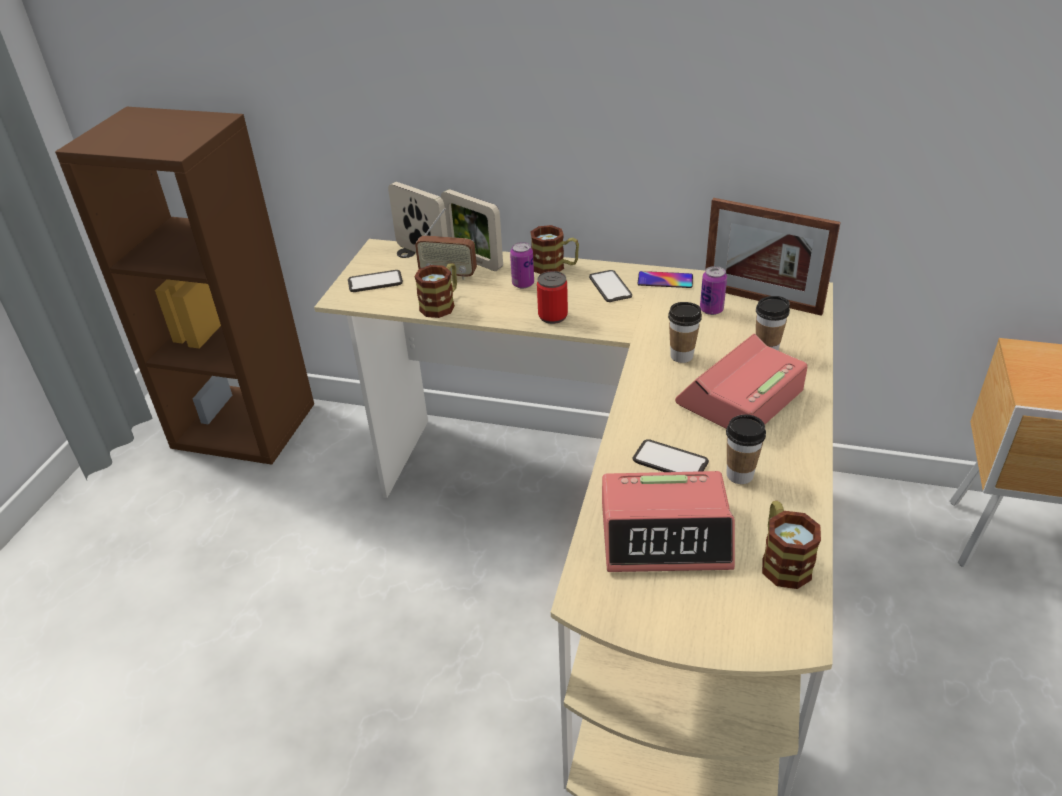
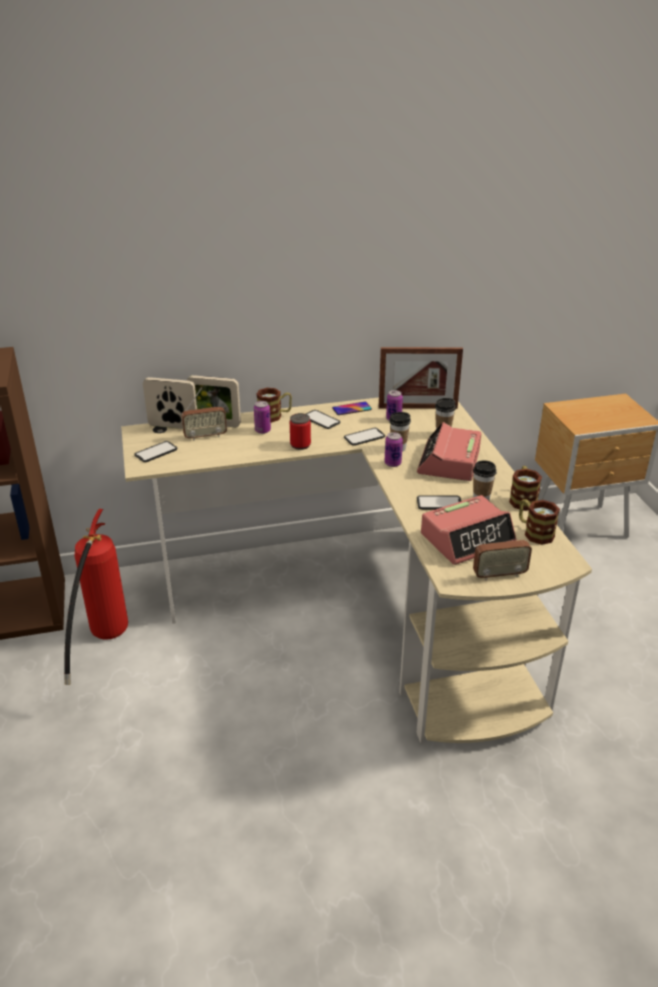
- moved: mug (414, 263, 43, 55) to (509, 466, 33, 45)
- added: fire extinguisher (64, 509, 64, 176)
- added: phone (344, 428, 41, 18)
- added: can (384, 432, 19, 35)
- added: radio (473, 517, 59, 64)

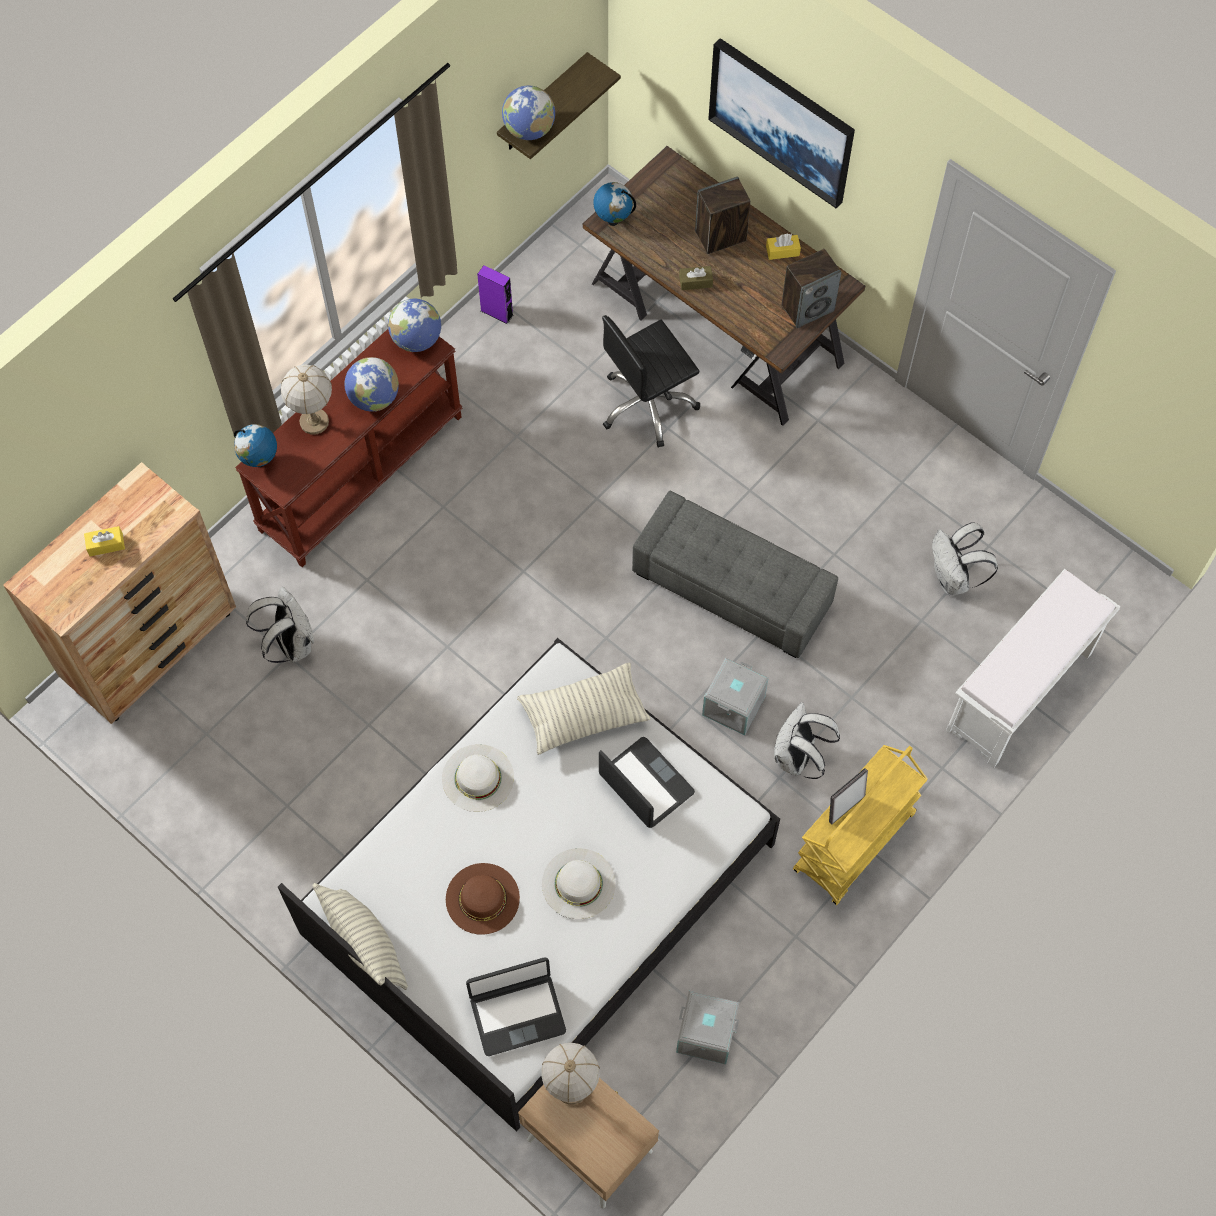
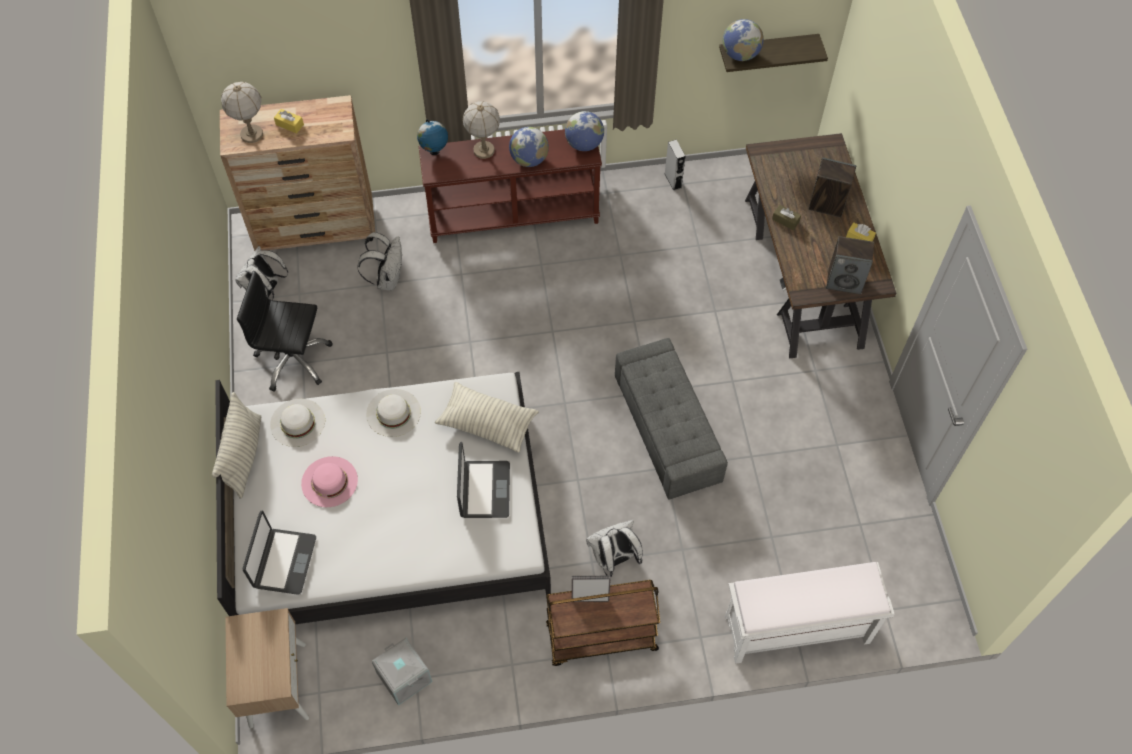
- recoloured: brown hat (446, 863, 74, 72) to pink hat (301, 456, 57, 51)
- turned: laptop (466, 957, 100, 99) = (243, 511, 73, 84) 105 degrees counterclockwise
- recoloured: purple speaker (477, 265, 36, 59) to grey speaker (664, 140, 21, 51)
- moved: table lamp (541, 1043, 59, 62) to (221, 82, 42, 61)
- moved: white hat (542, 848, 74, 71) to (270, 399, 55, 48)
- removed: globe (593, 182, 43, 44)
- moved: black office chair (602, 315, 98, 132) to (237, 271, 96, 121)
- removed: grey storage box (702, 658, 67, 77)
- removed: picture (708, 38, 147, 170)
- recoloured: yellow cart (793, 745, 135, 160) to brown cart (546, 580, 114, 86)
- moved: white backpack (932, 522, 66, 73) to (235, 246, 53, 53)

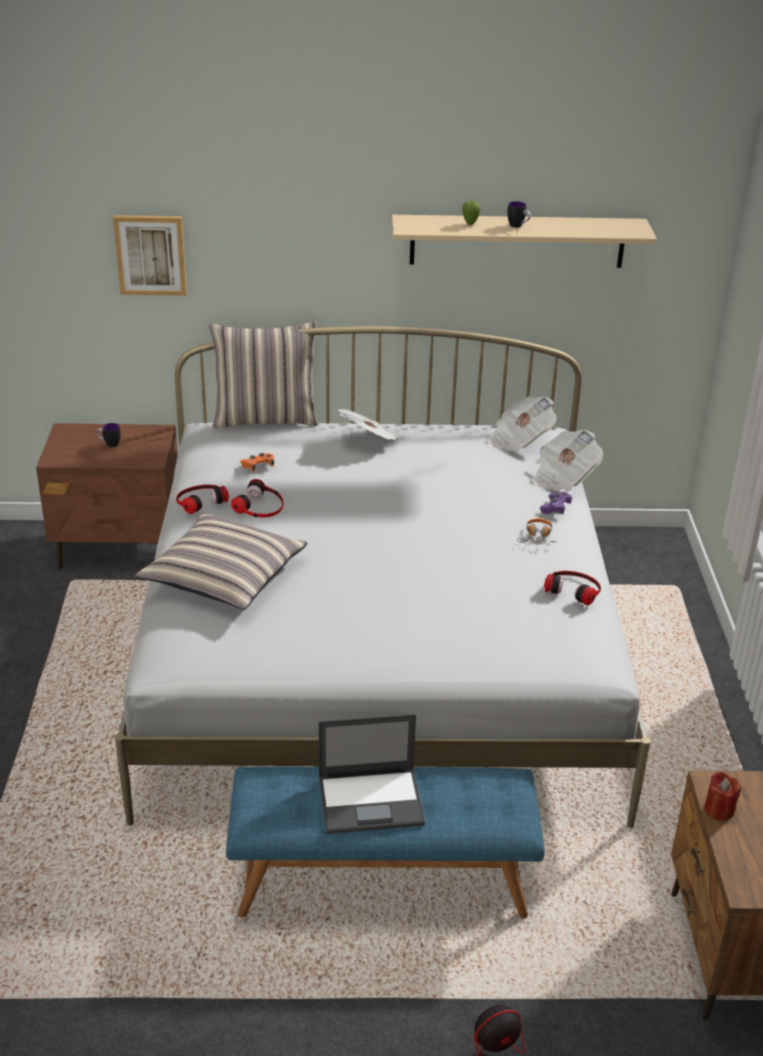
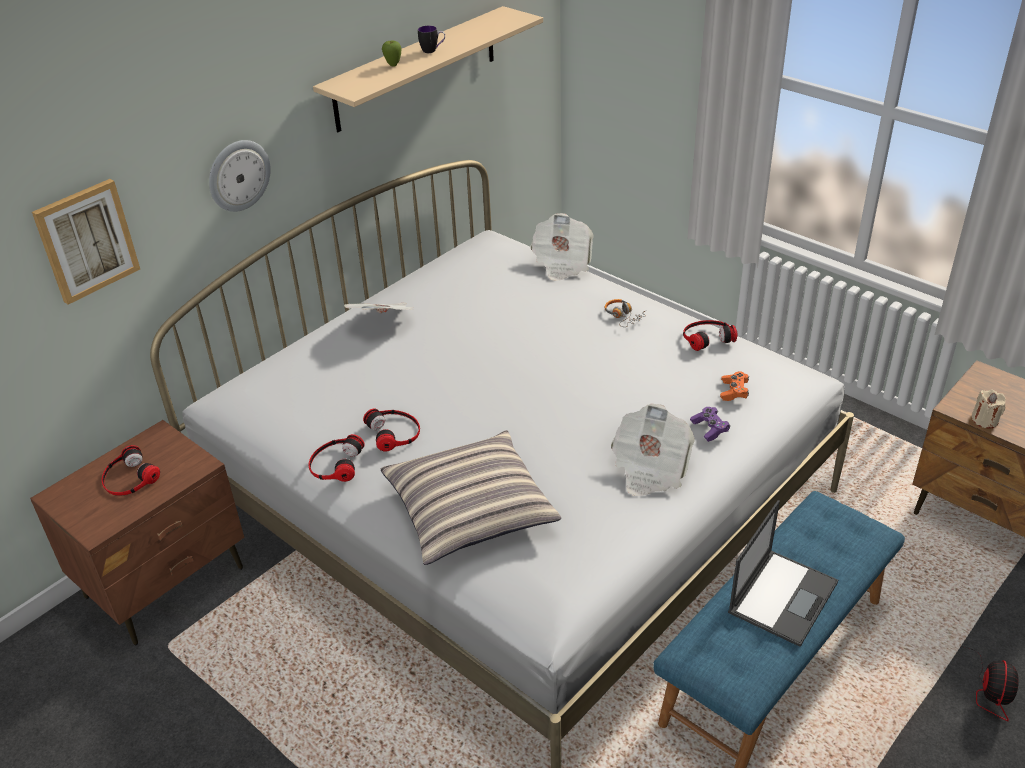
- replaced: mug (96, 423, 25, 24) to headphones (102, 445, 58, 51)
- removed: pillow (209, 321, 109, 107)
- moved: orange game controller (240, 453, 34, 19) to (720, 371, 29, 30)
- moved: newspaper (487, 396, 70, 56) to (611, 404, 84, 92)
- moved: purple game controller (540, 492, 33, 22) to (690, 407, 40, 35)
- recoloured: red candle (704, 771, 37, 50) to beige candle (972, 389, 34, 39)
- added: wall clock (209, 140, 62, 72)

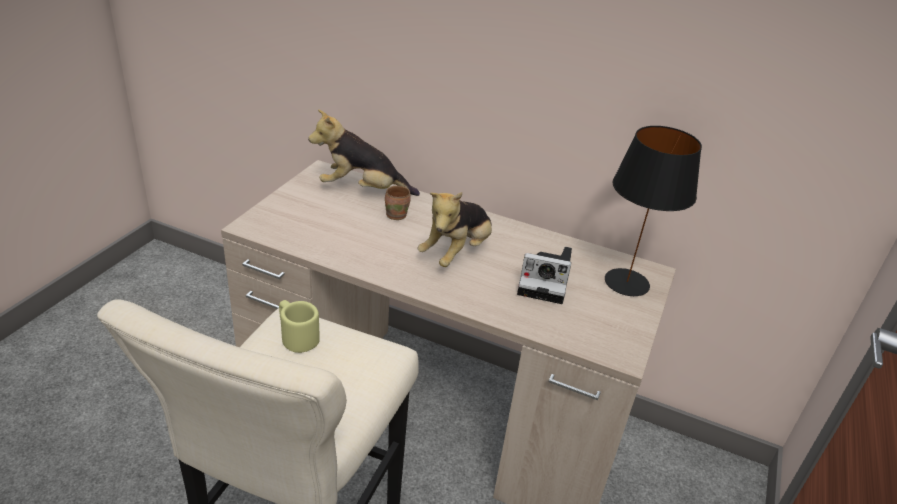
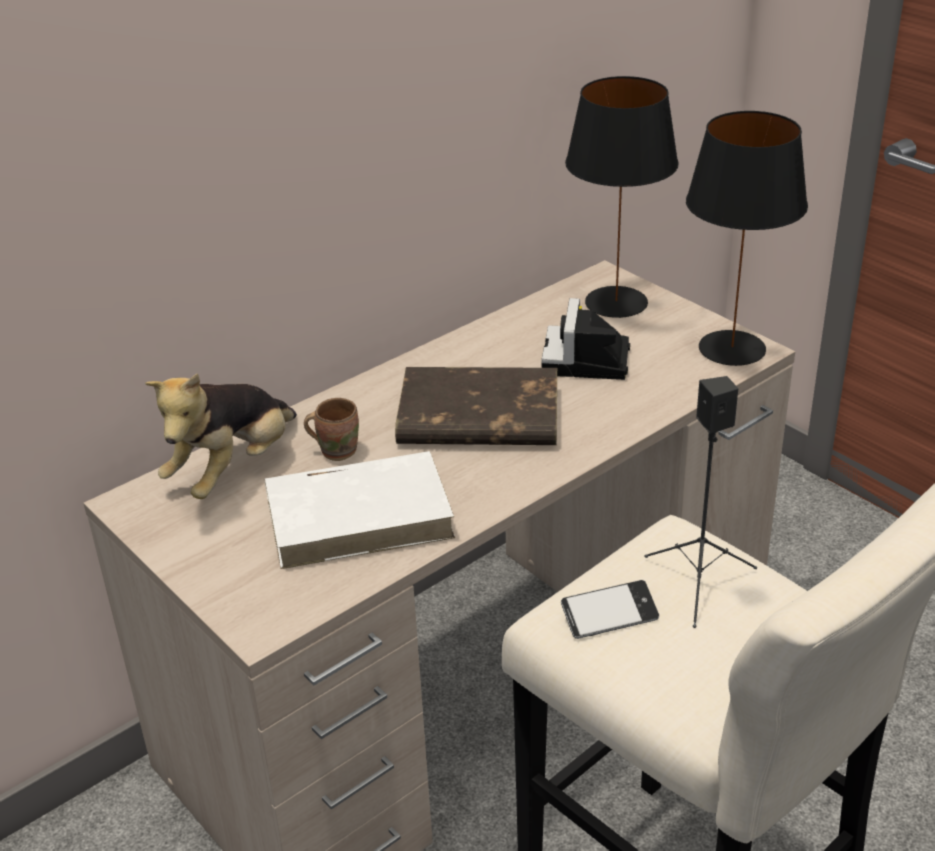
- replaced: beige mug (279, 300, 41, 53) to phone (561, 580, 98, 59)
- replaced: plush toy (418, 192, 74, 75) to brown book (395, 367, 162, 78)
- turned: photo camera (517, 247, 55, 57) = (541, 298, 89, 82) 150 degrees clockwise
- added: white book (264, 451, 191, 118)
- added: black speaker (644, 376, 113, 252)
- added: black table lamp (686, 111, 122, 255)

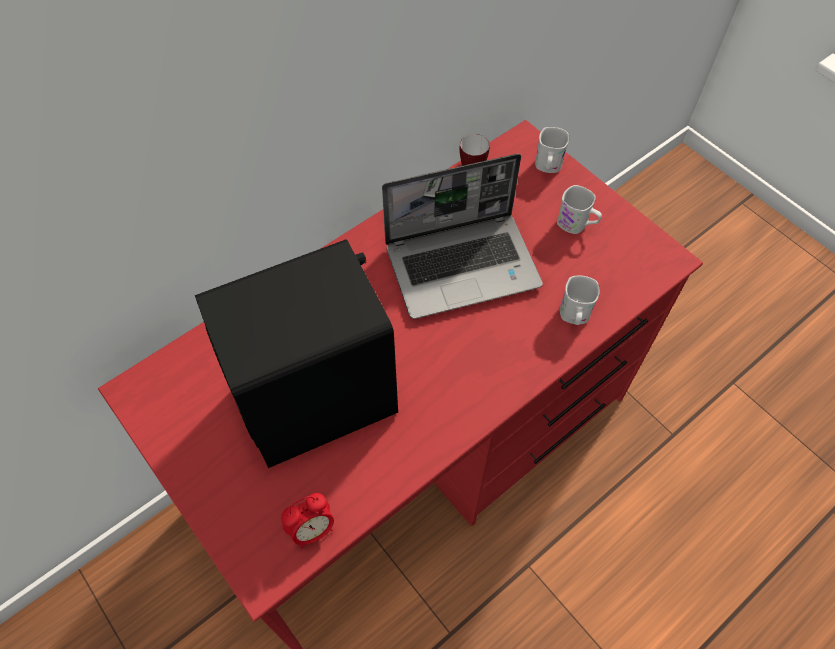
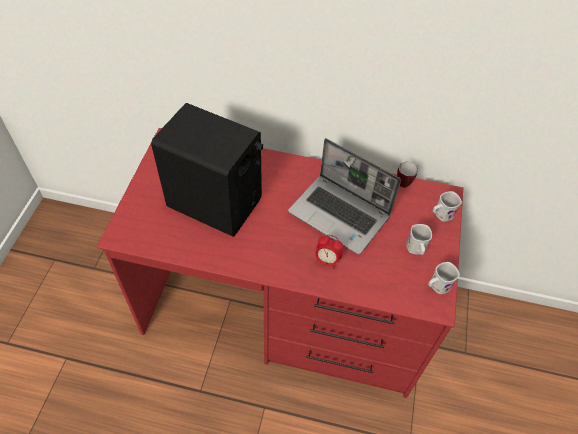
- moved: alarm clock (281, 493, 53, 56) to (316, 235, 27, 34)
- moved: white mug (560, 276, 40, 49) to (428, 262, 32, 32)

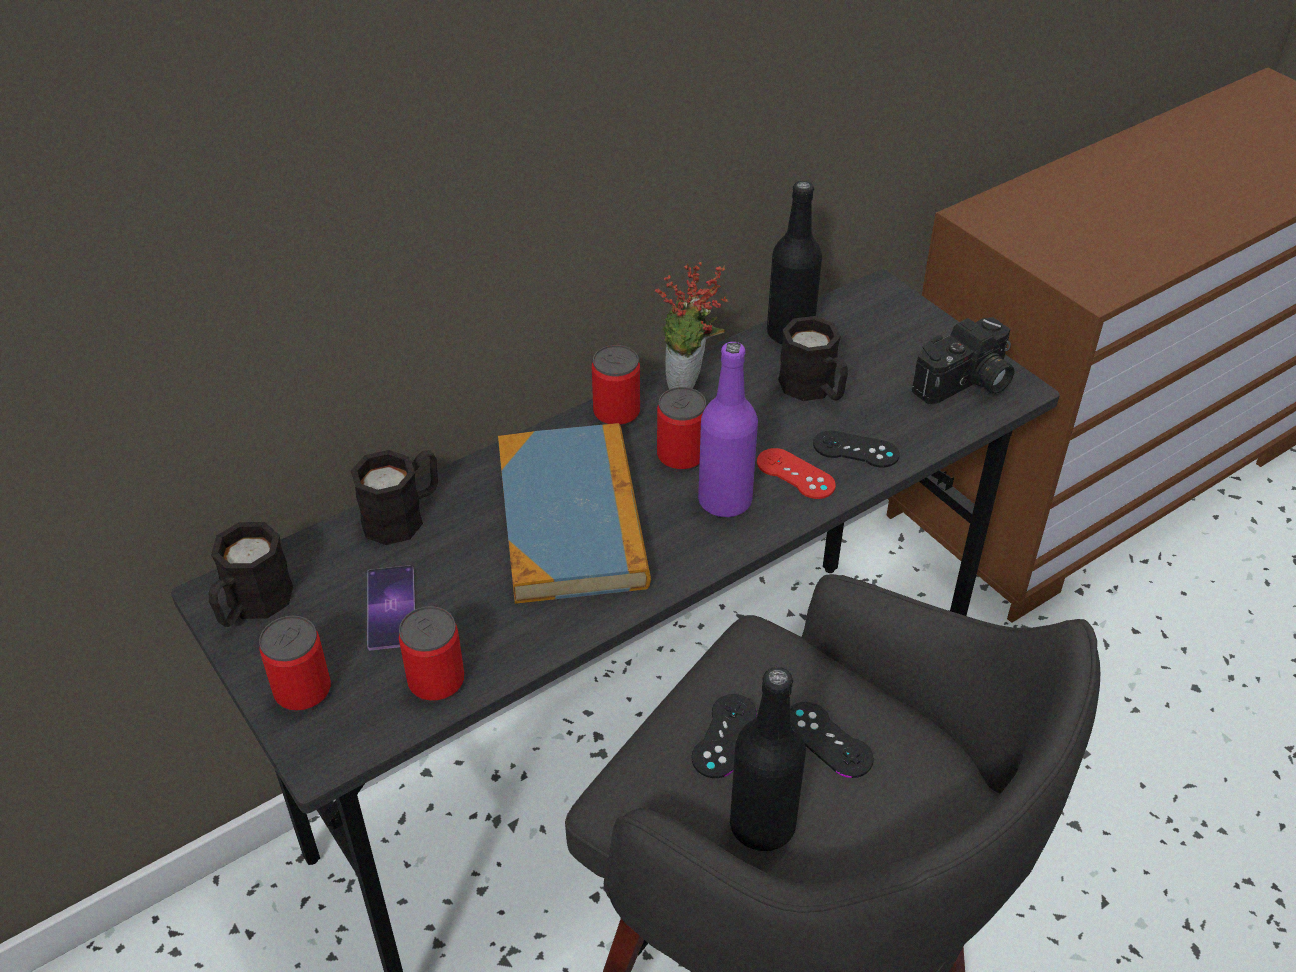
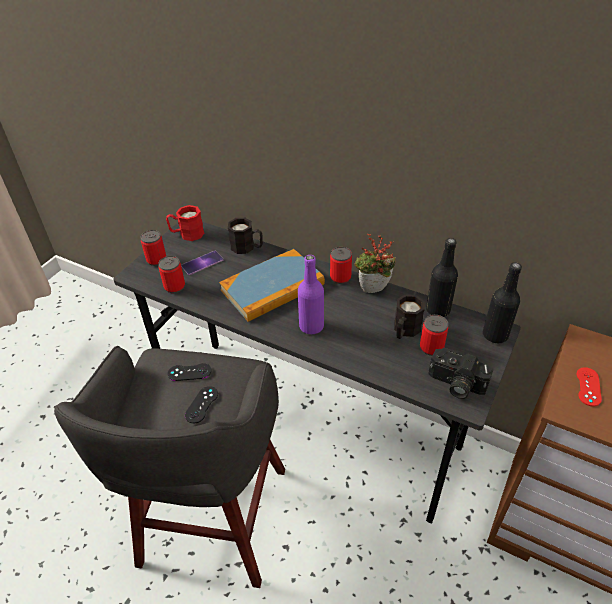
- recoloured: black mug (208, 522, 85, 105) to red mug (166, 205, 38, 36)
- moved: can (657, 387, 49, 85) to (420, 315, 28, 41)
- moved: black bottle (730, 667, 76, 184) to (483, 262, 39, 81)
- moved: red game controller (757, 448, 79, 51) to (577, 367, 25, 40)
- removed: black game controller (813, 430, 87, 38)

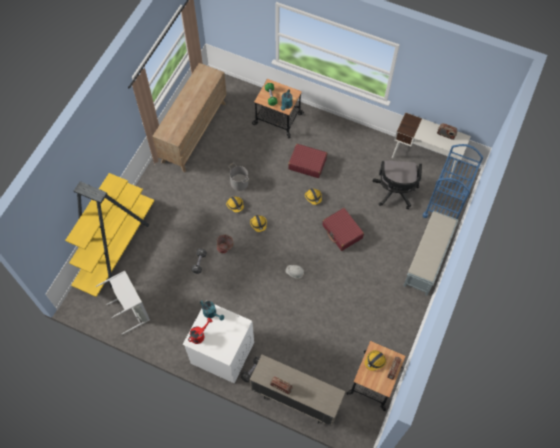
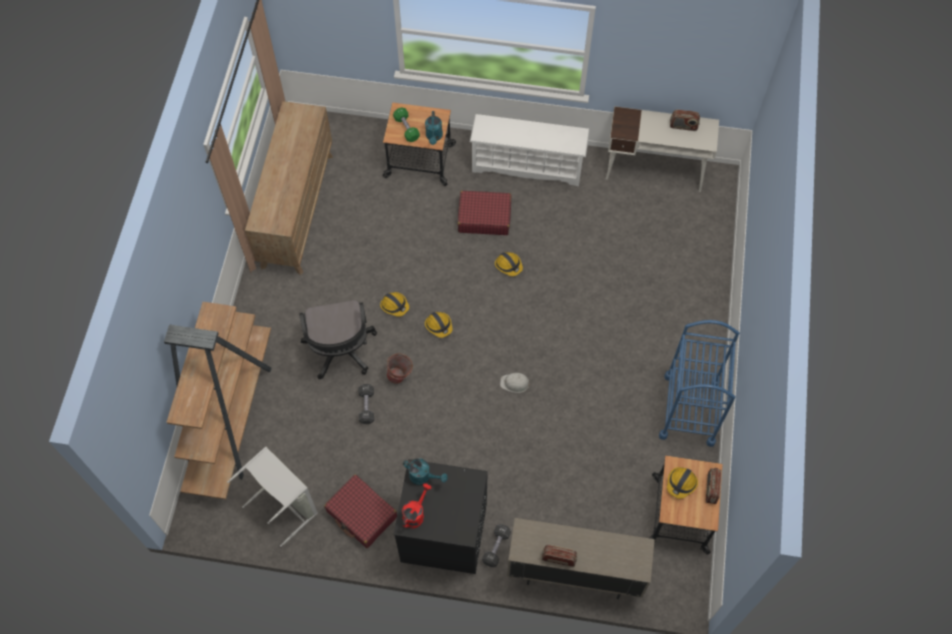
- recoloured: yellow bookcase (65, 173, 90, 124) to brown bookcase (164, 302, 107, 197)
- recoloured: white washing machine (182, 301, 72, 82) to black washing machine (394, 459, 94, 115)
- removed: grey bucket (228, 163, 21, 28)
- moved: red suitcase (323, 208, 41, 43) to (324, 474, 73, 74)
- moved: black office chair (372, 160, 50, 49) to (299, 300, 78, 79)
- removed: grey bench (403, 211, 55, 85)
- moved: blue cart (423, 144, 60, 75) to (659, 320, 80, 127)
- added: white shoe rack (470, 114, 120, 72)

